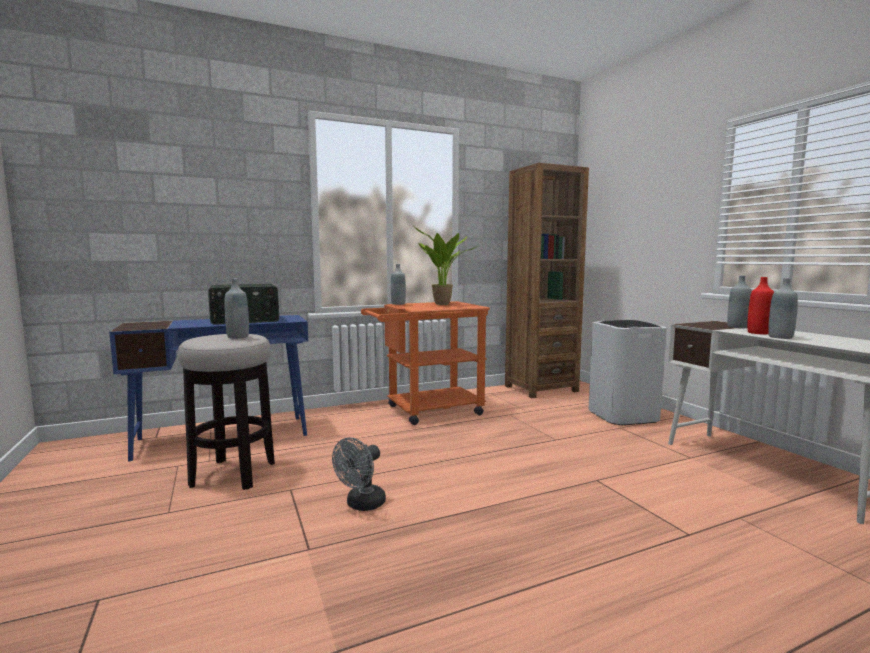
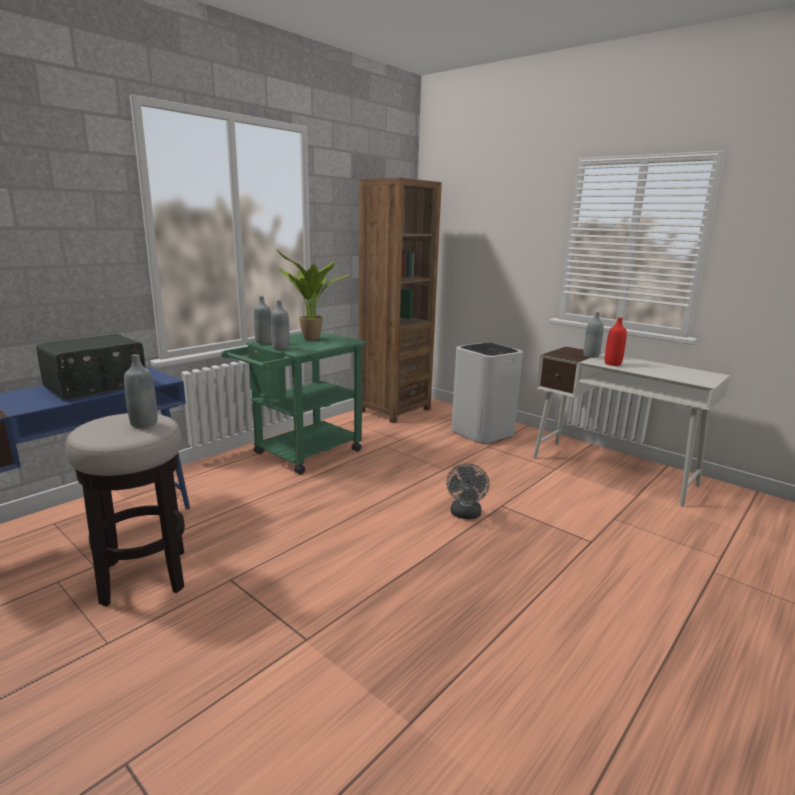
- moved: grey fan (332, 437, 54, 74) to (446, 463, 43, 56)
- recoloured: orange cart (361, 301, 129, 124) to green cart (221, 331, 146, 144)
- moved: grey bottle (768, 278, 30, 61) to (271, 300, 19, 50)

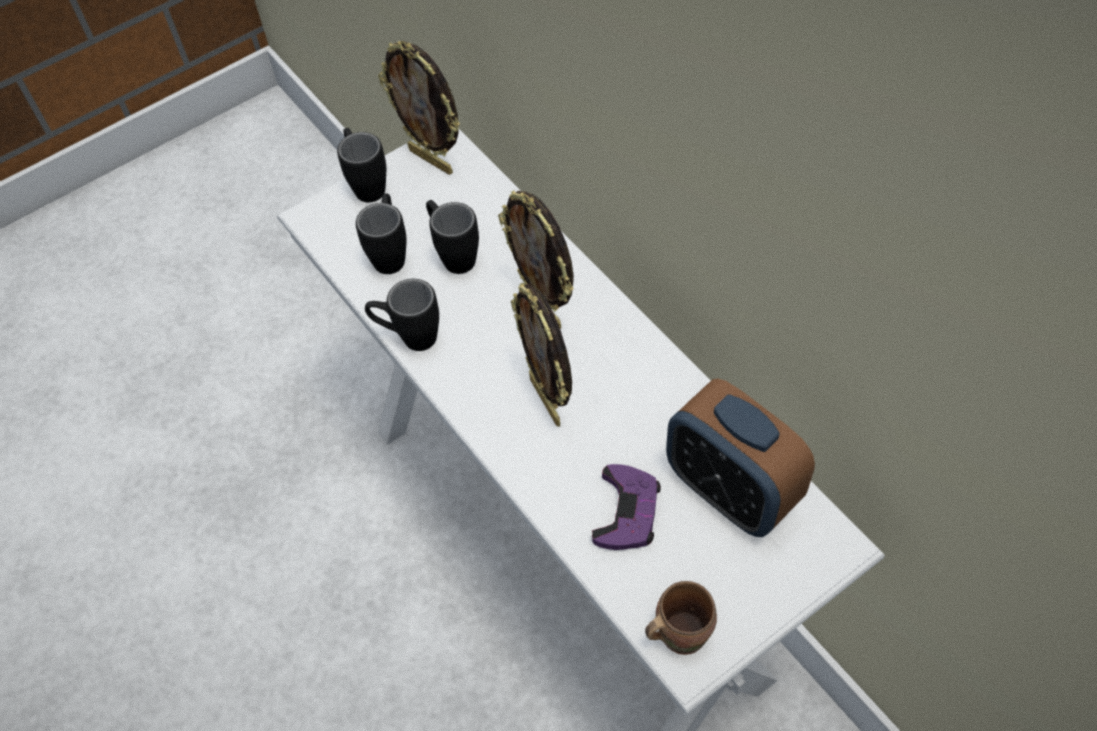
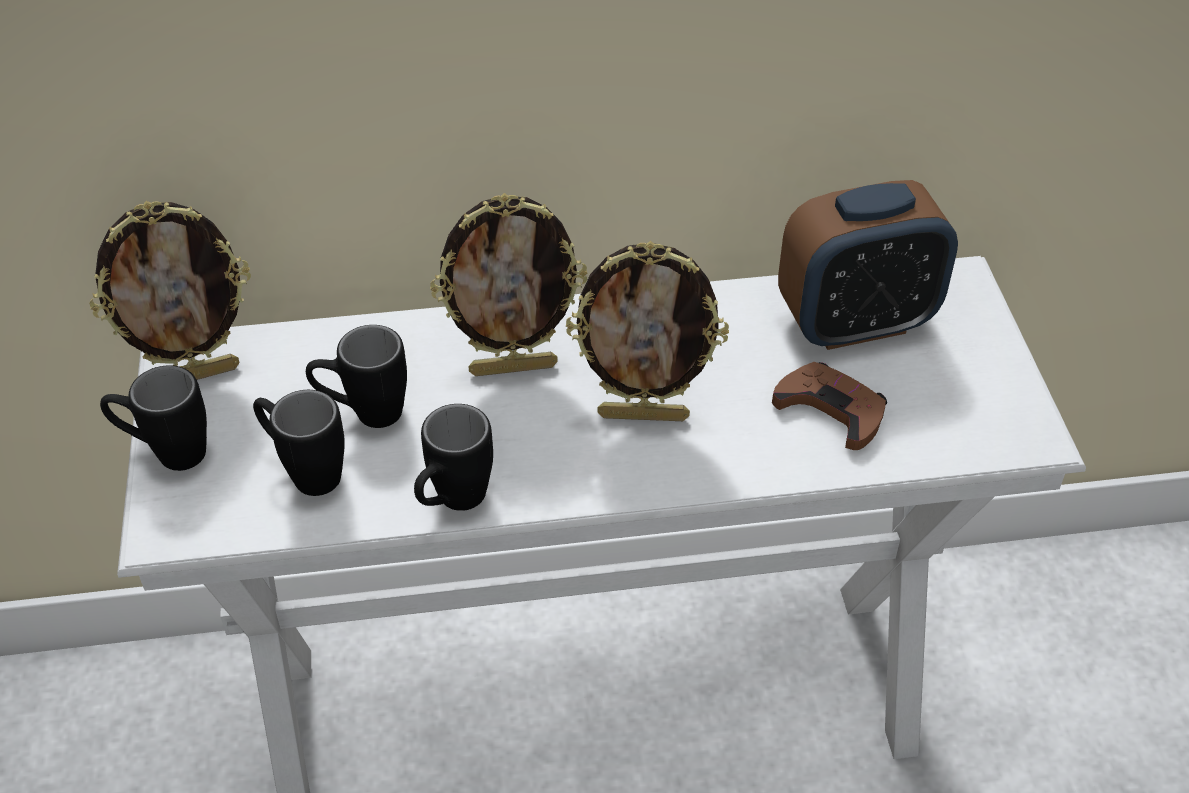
- recoloured: purple game controller (592, 464, 69, 86) to brown game controller (772, 362, 115, 88)
- removed: brown mug (645, 581, 72, 74)

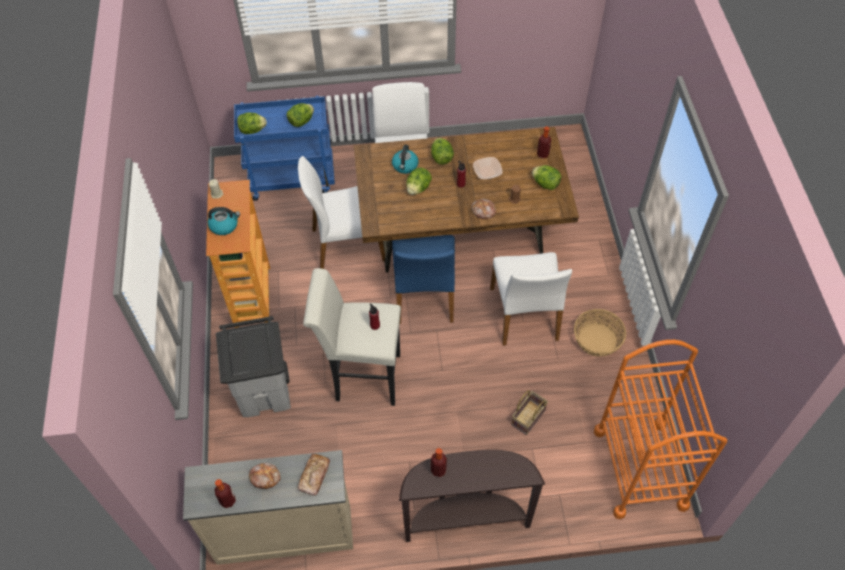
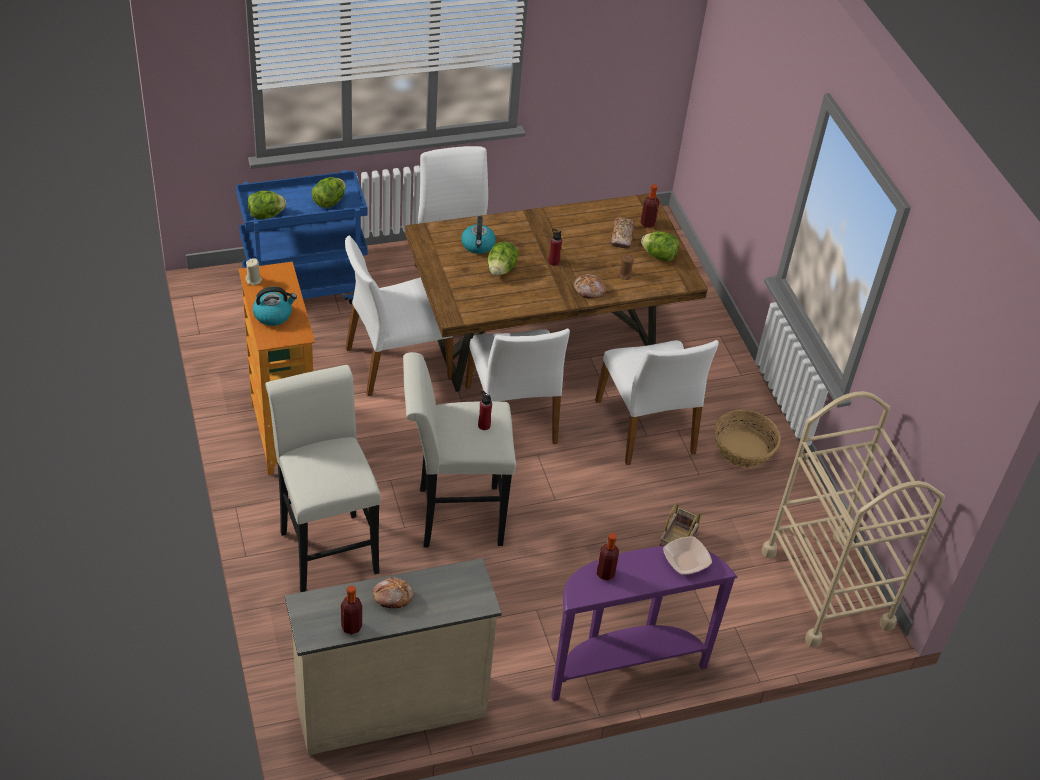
- replaced: grey trash can (216, 316, 75, 101) to white stool (265, 365, 116, 227)
- moved: bread (298, 454, 32, 41) to (611, 217, 24, 32)
- recoloured: blue chair (392, 235, 63, 89) to white chair (465, 329, 105, 115)
- recoloured: brown console table (399, 450, 146, 92) to purple console table (551, 546, 187, 155)
- removed: lettuce (431, 138, 23, 27)
- moved: bowl (473, 157, 30, 22) to (663, 536, 49, 38)
- recoloured: orange cart (594, 340, 133, 179) to beige cart (762, 391, 183, 256)

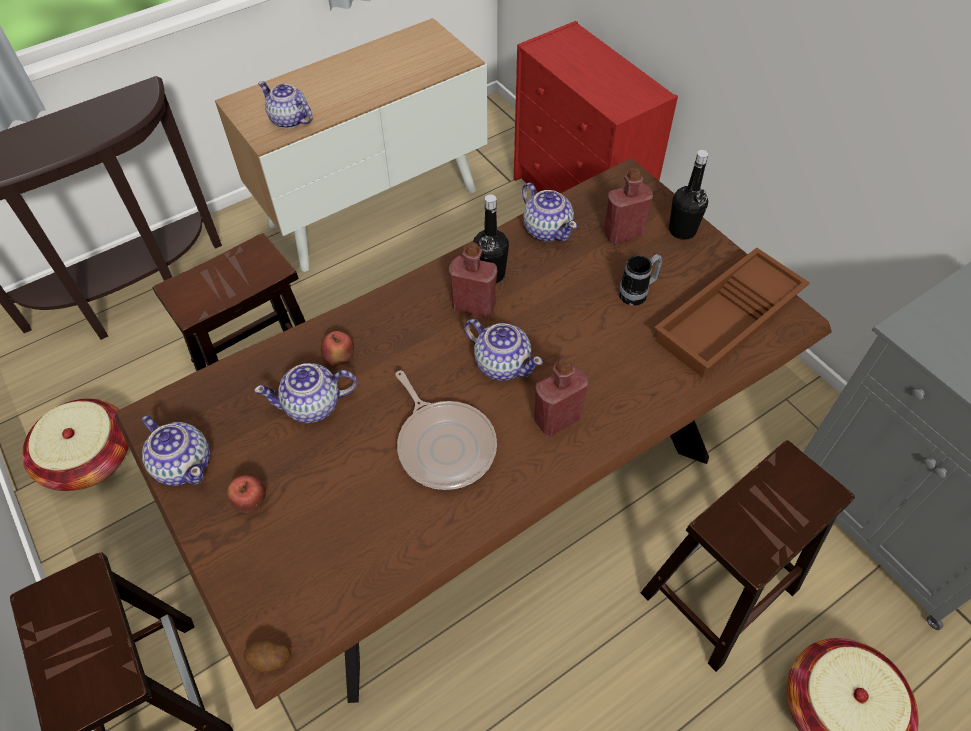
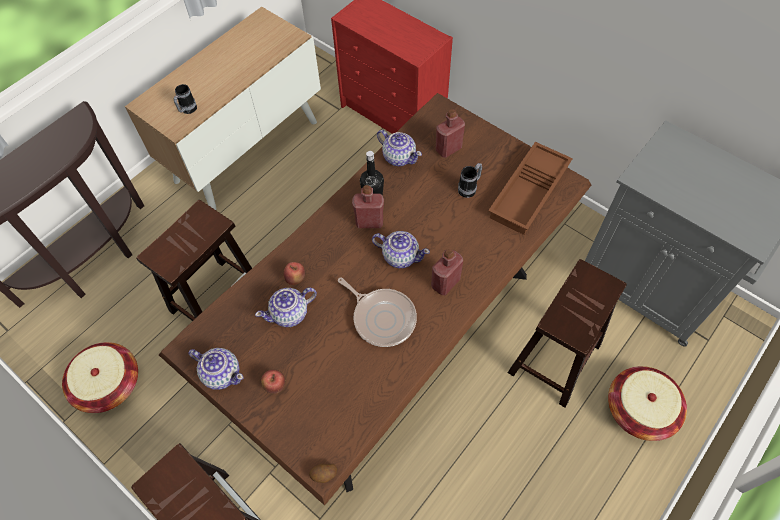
- replaced: teapot (258, 81, 55, 48) to mug (174, 84, 23, 30)
- removed: black bottle (669, 150, 40, 90)

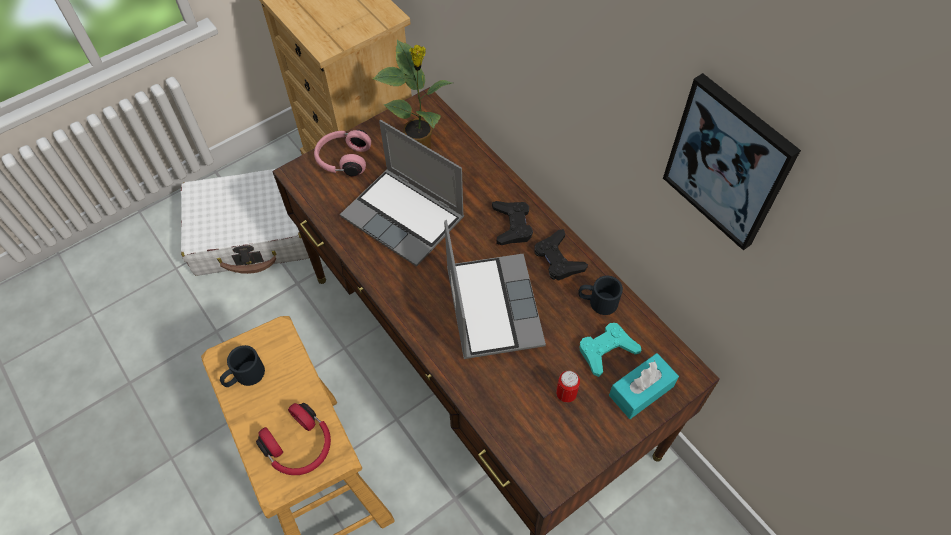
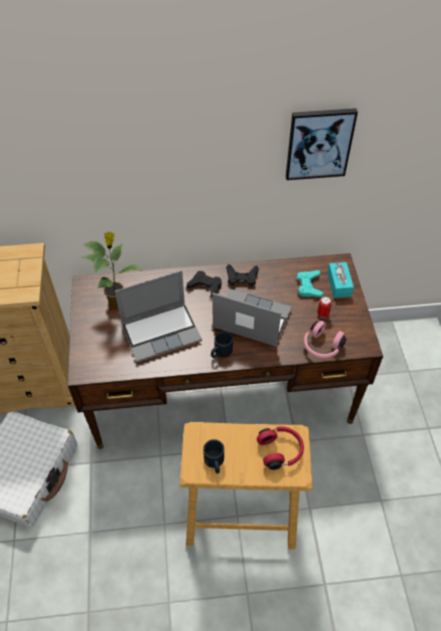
- moved: pink headphones (314, 130, 57, 46) to (304, 321, 42, 38)
- moved: black mug (578, 276, 45, 39) to (211, 331, 22, 27)

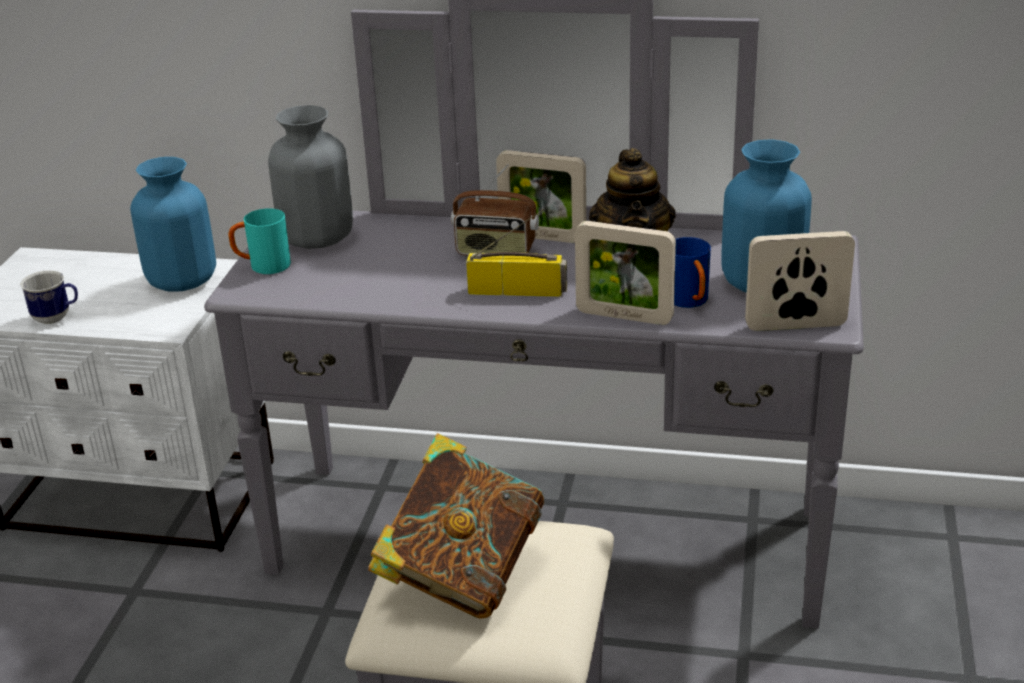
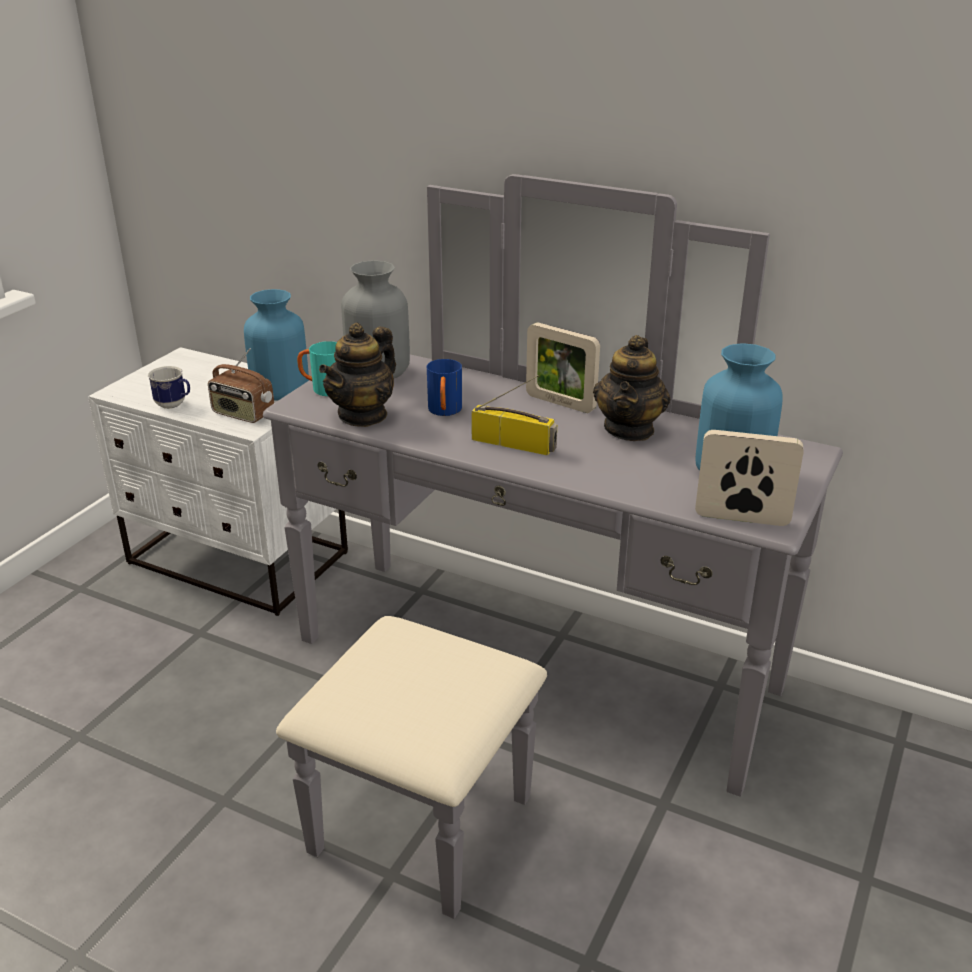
- removed: book (368, 433, 176, 186)
- moved: radio (451, 164, 88, 92) to (208, 348, 66, 75)
- removed: picture frame (575, 221, 101, 104)
- moved: blue mug (674, 237, 37, 71) to (427, 359, 35, 57)
- added: teapot (319, 322, 77, 105)

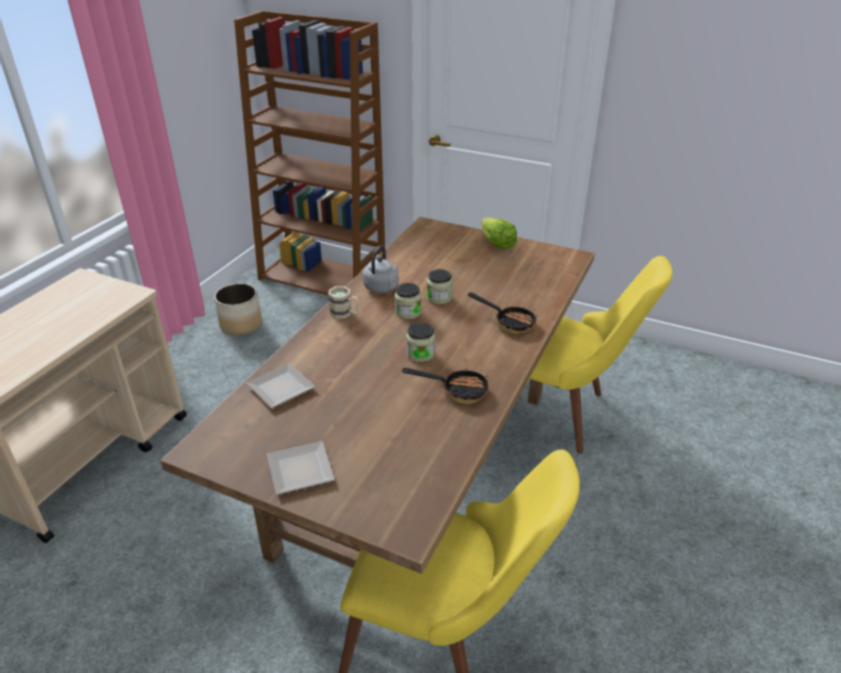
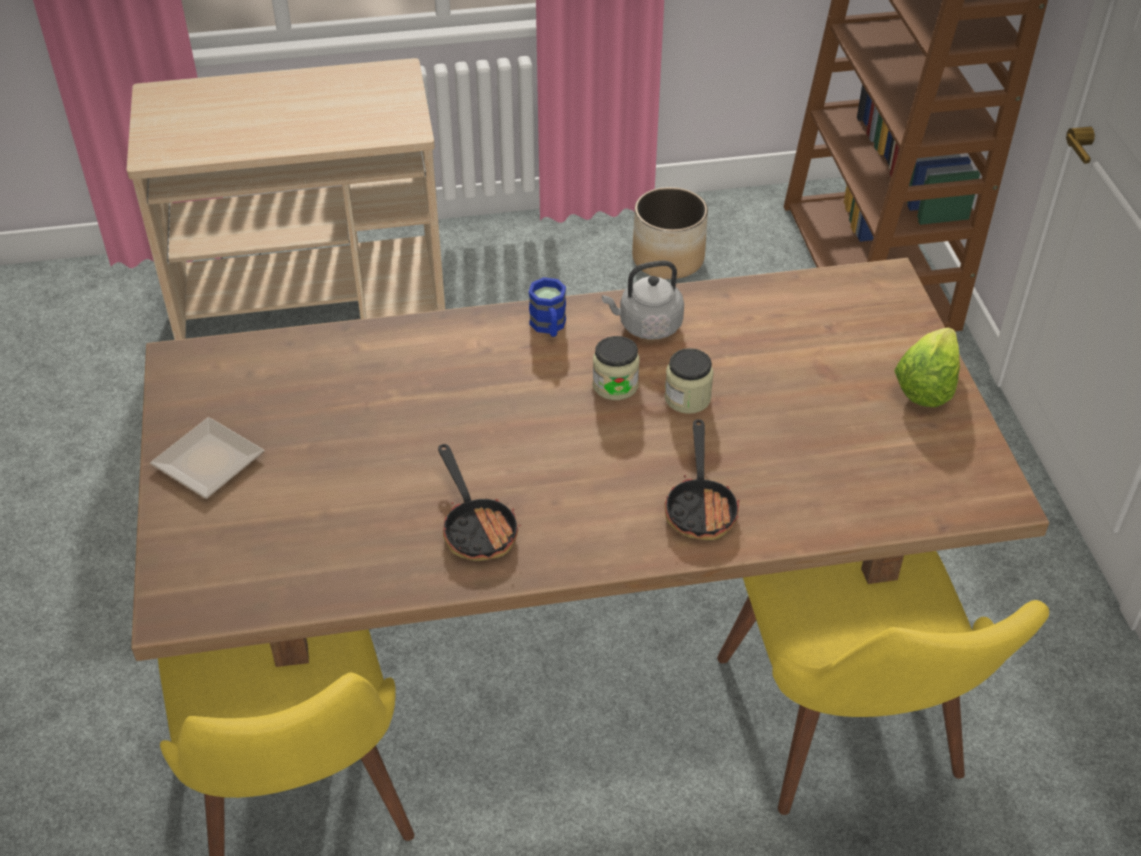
- removed: plate (247, 363, 69, 45)
- recoloured: beige mug (328, 286, 31, 33) to blue mug (529, 277, 37, 60)
- removed: jar (406, 323, 29, 39)

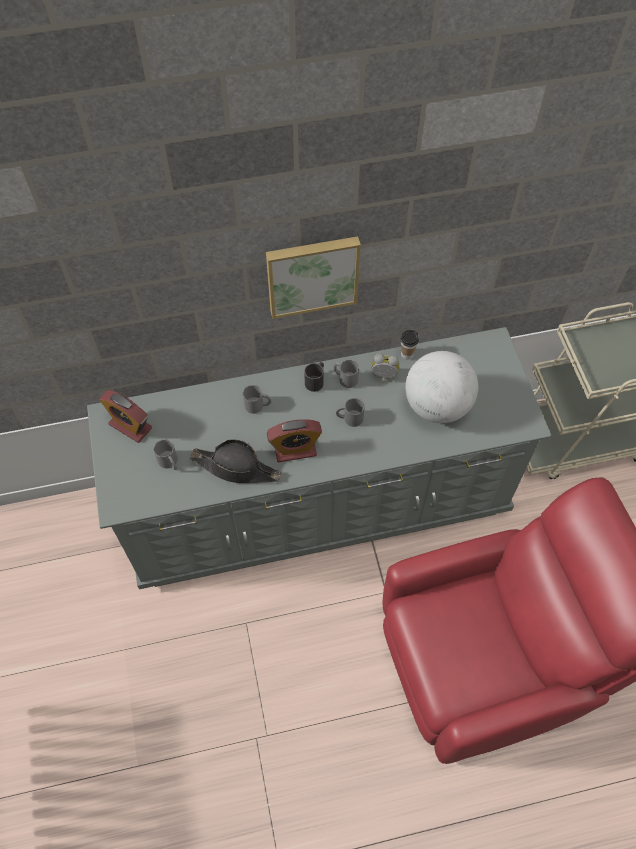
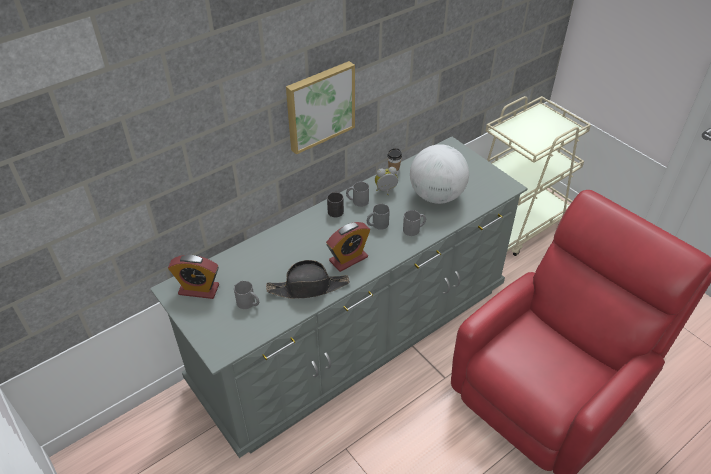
- moved: grey mug (243, 385, 28, 29) to (403, 210, 23, 26)

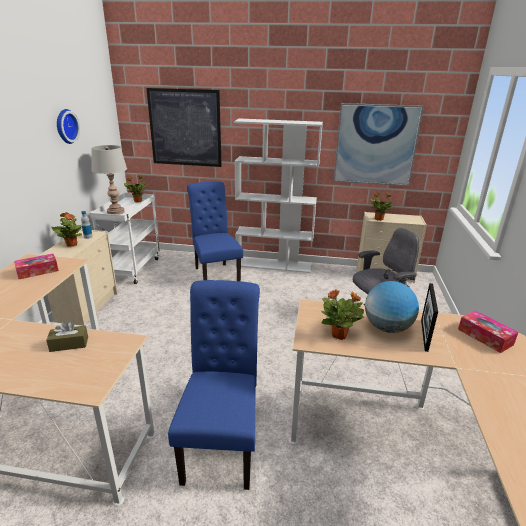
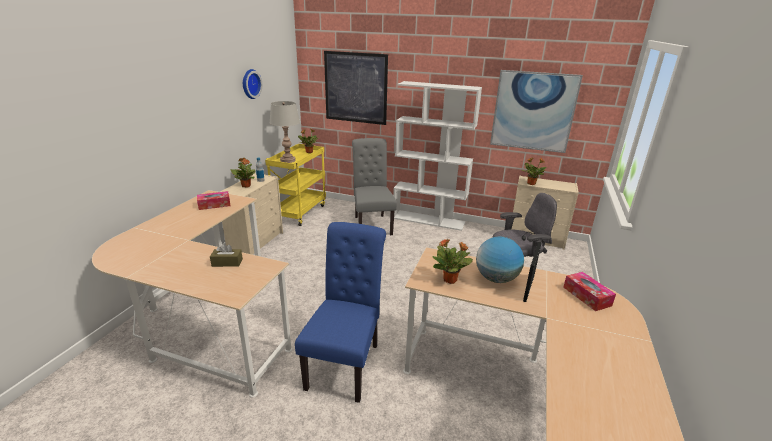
- recoloured: white cart (90, 192, 70, 92) to yellow cart (265, 144, 61, 82)
- recoloured: blue chair (187, 181, 56, 100) to grey chair (352, 138, 45, 97)

